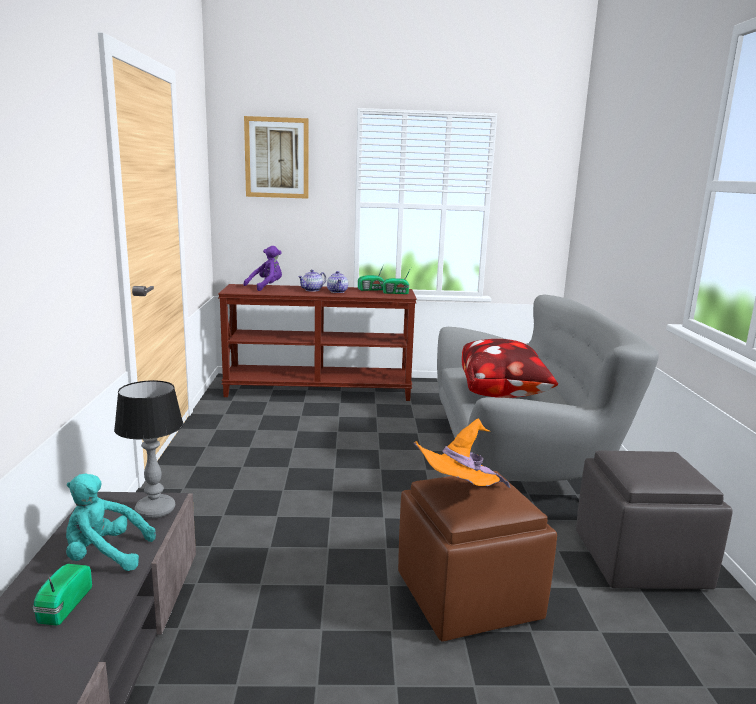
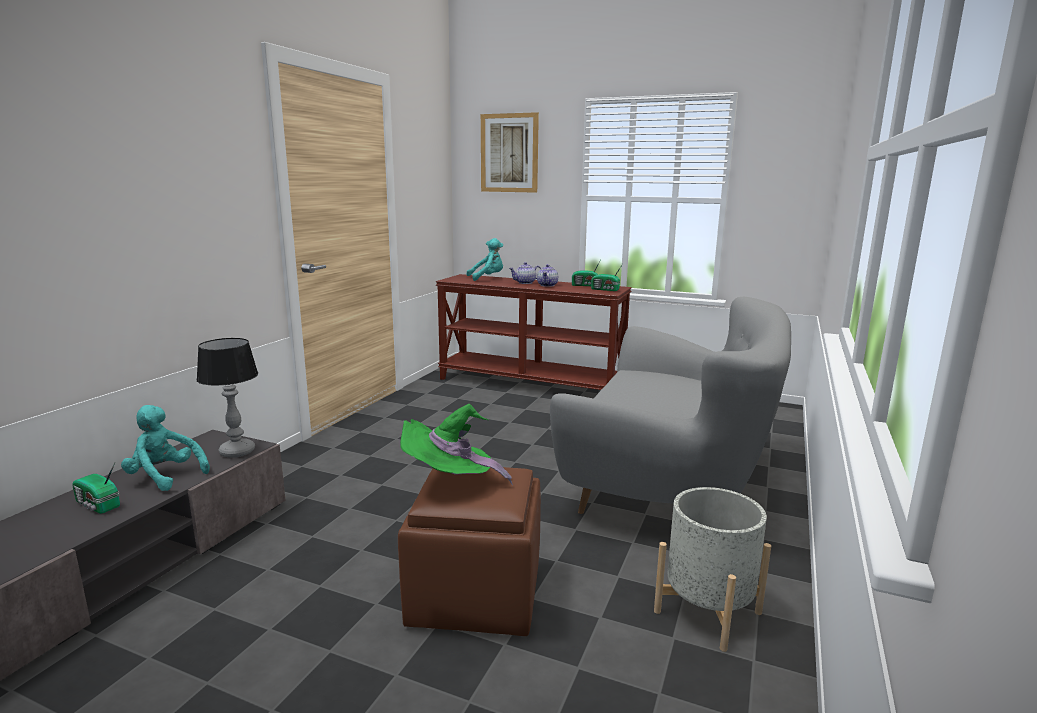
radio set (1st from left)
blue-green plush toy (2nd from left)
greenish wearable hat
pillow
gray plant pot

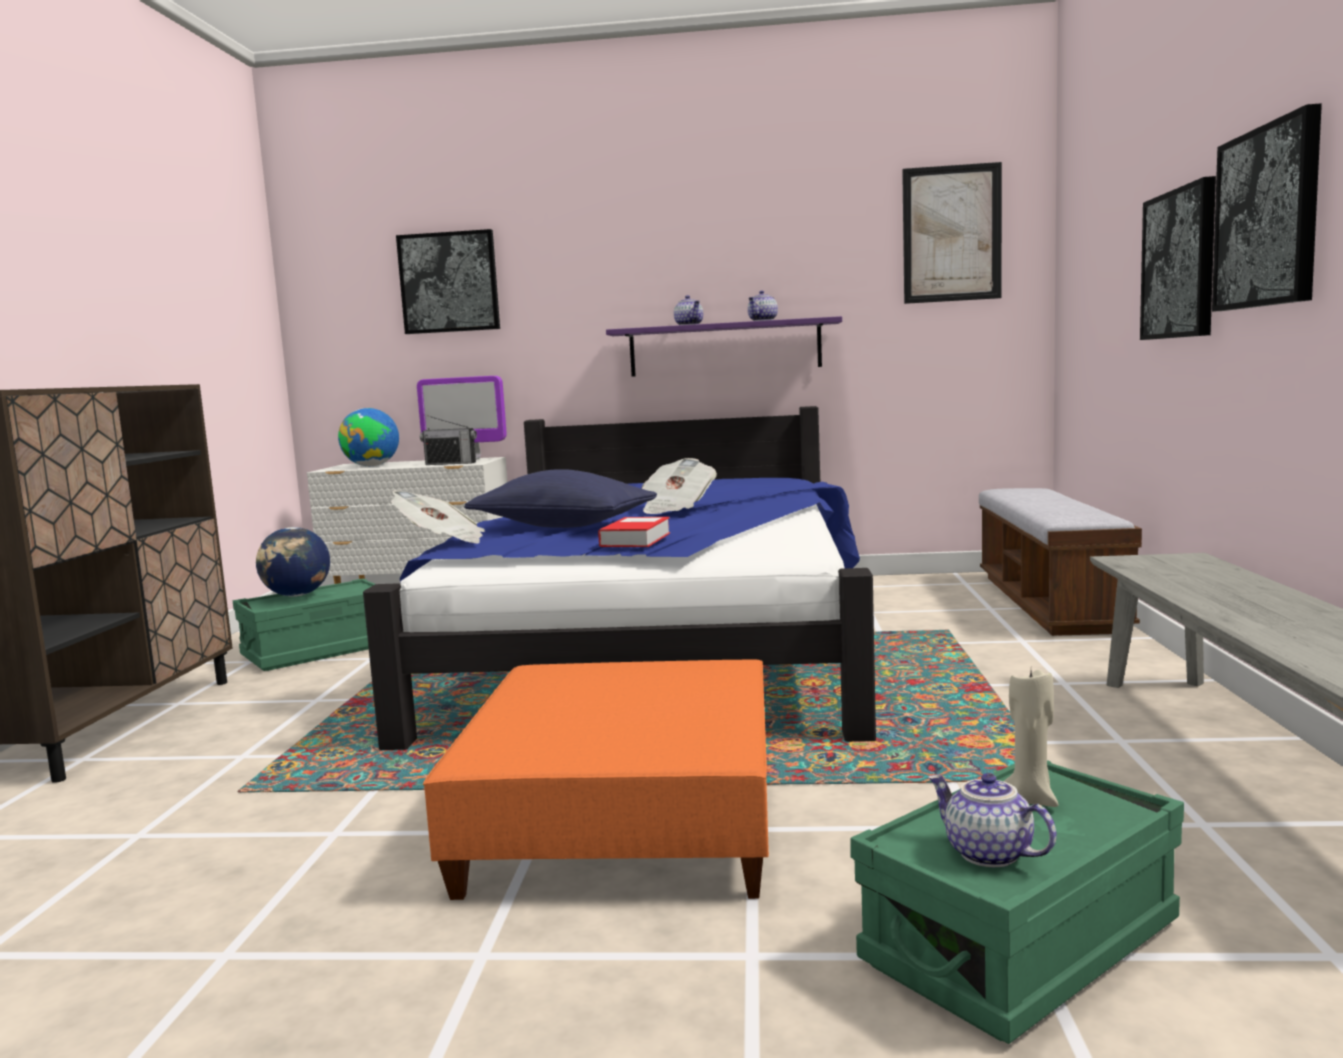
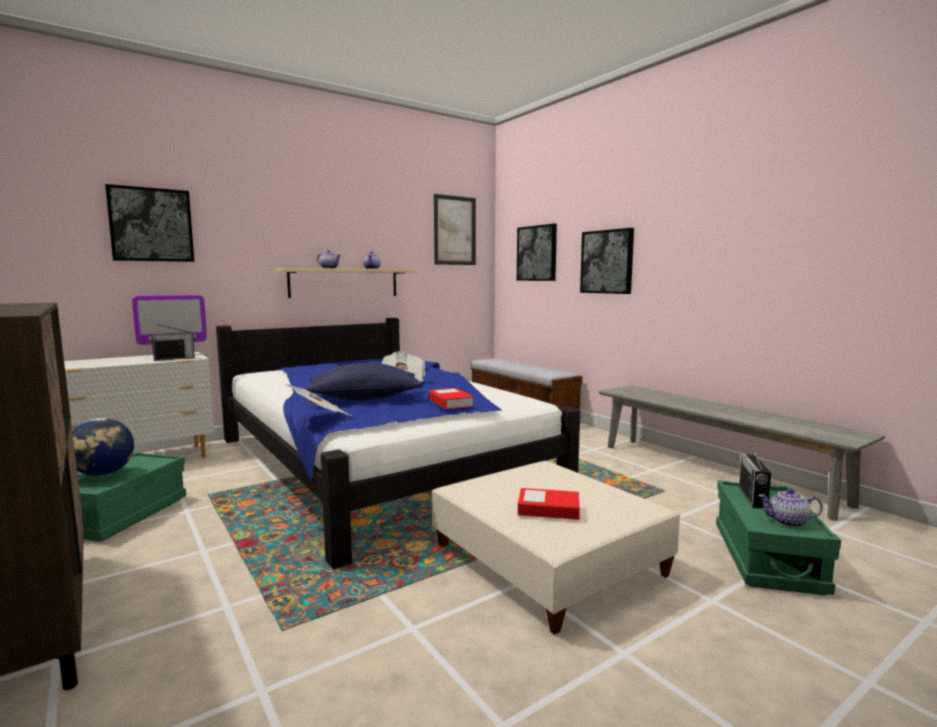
desk globe (2nd from left in the first image)
beige-coloured ottoman
beige-coloured wall shelf
radio set (2nd from left)
wall picture (3rd from left)
bound book (2nd from left)

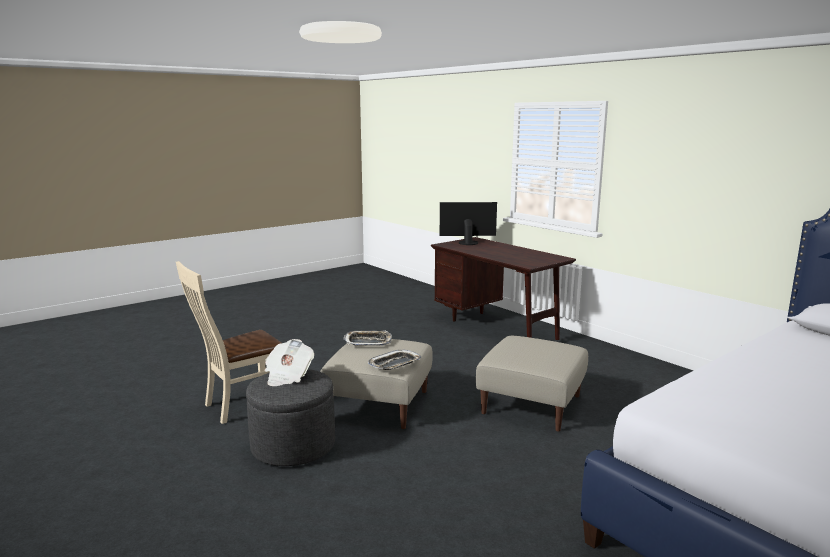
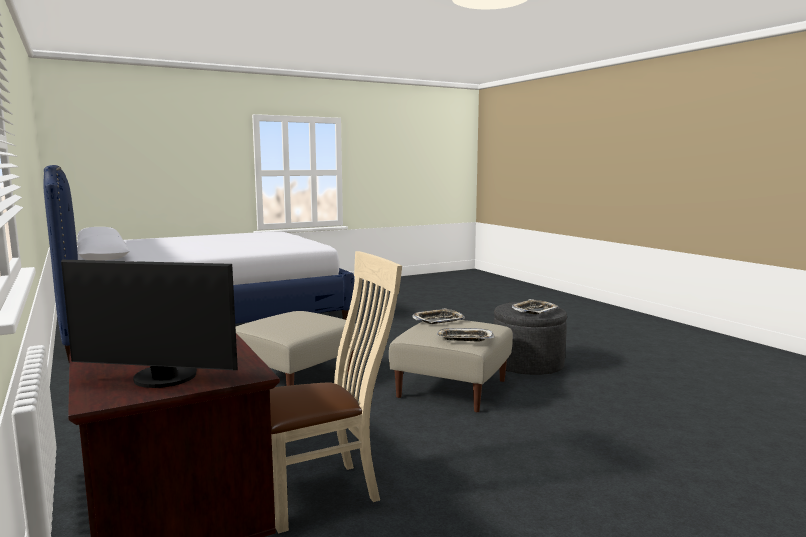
beige-coloured upright chair
tray (3rd from left)

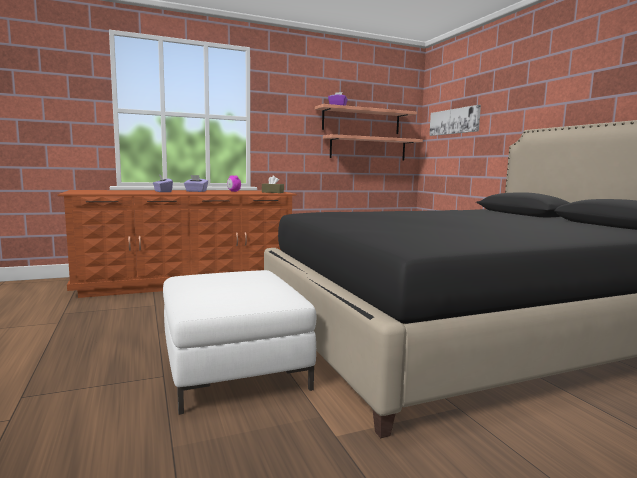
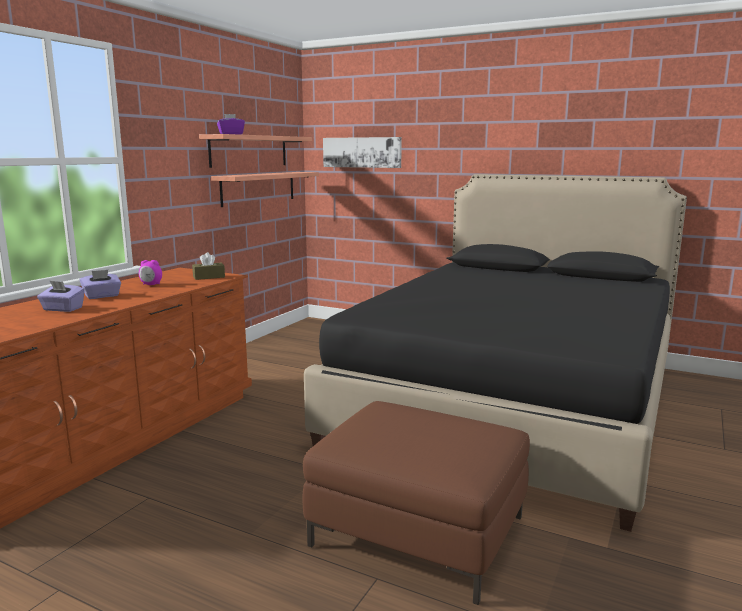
brownish ottoman

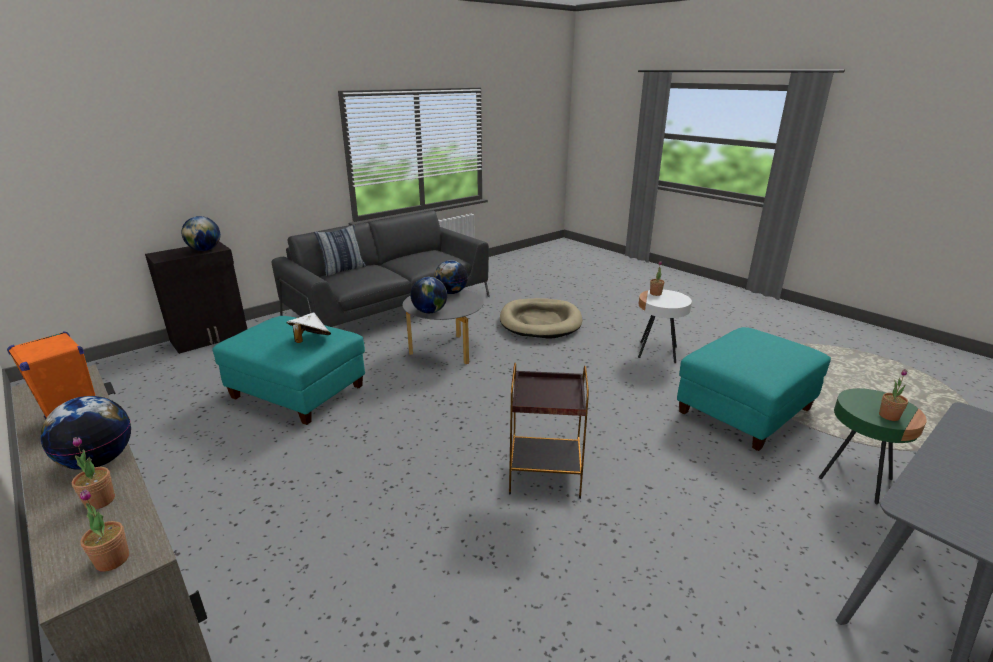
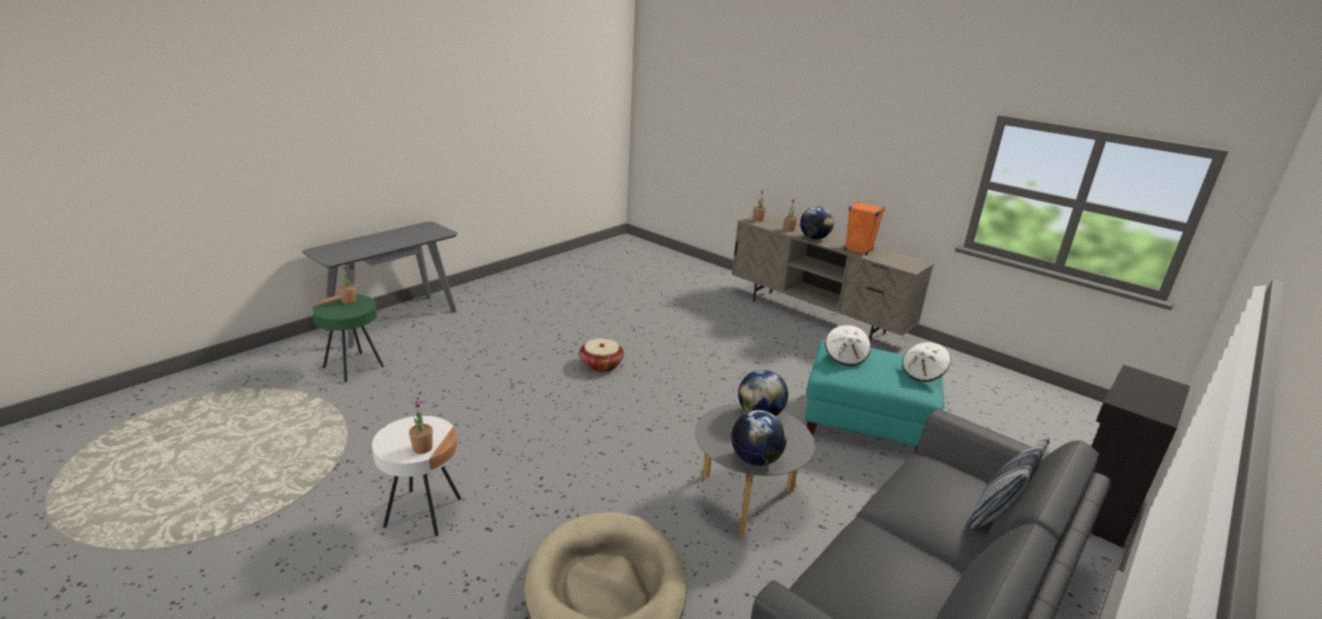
desk globe (2nd from left in the first image)
storage basket
blue-green ottoman (2nd from left in the first image)
whitish wearable hat (2nd from left)

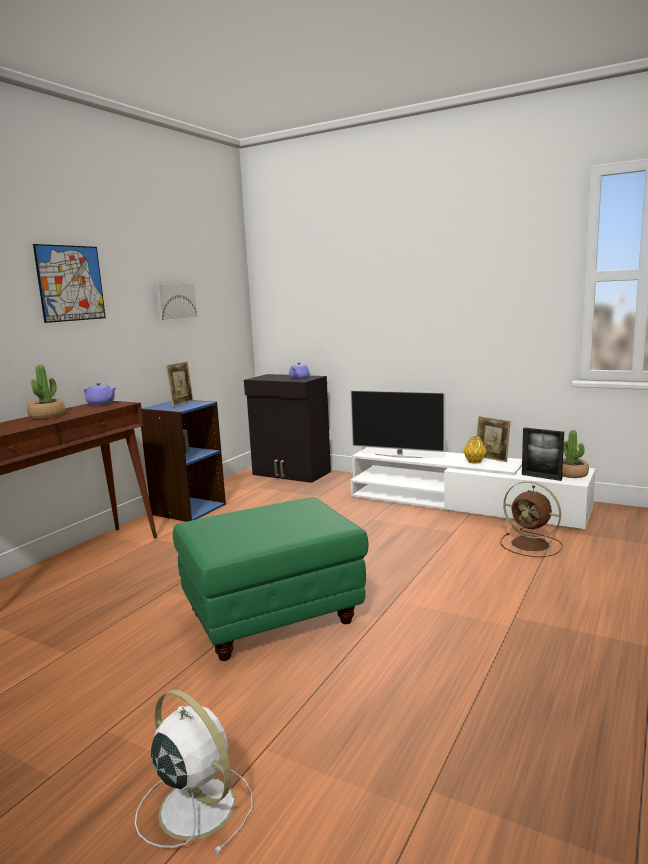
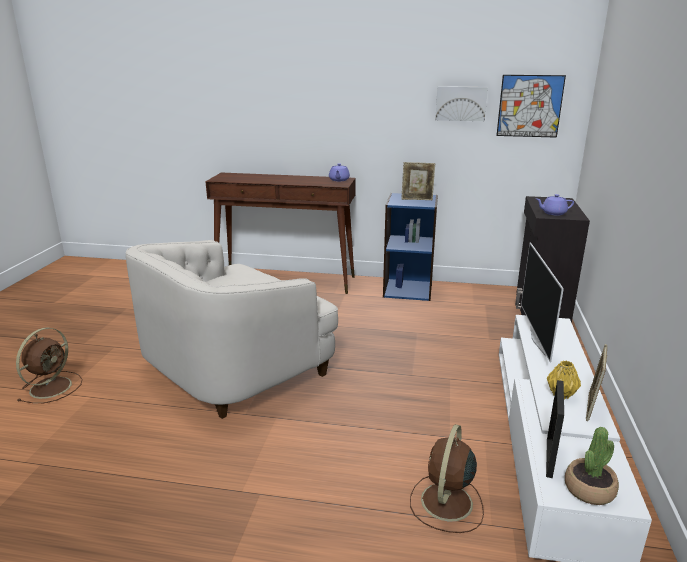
potted plant (1st from left in the first image)
wall picture (2nd from left)
brownish cooling fan (1st from left)
whitish lounge chair

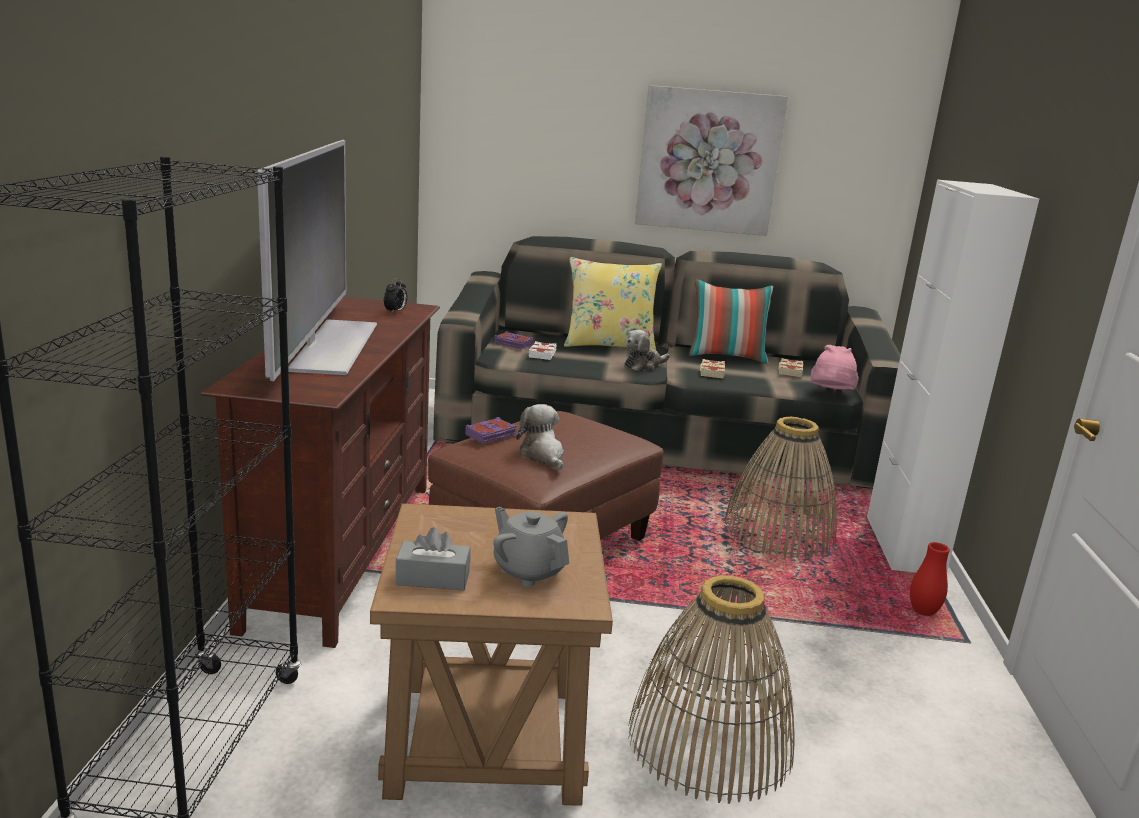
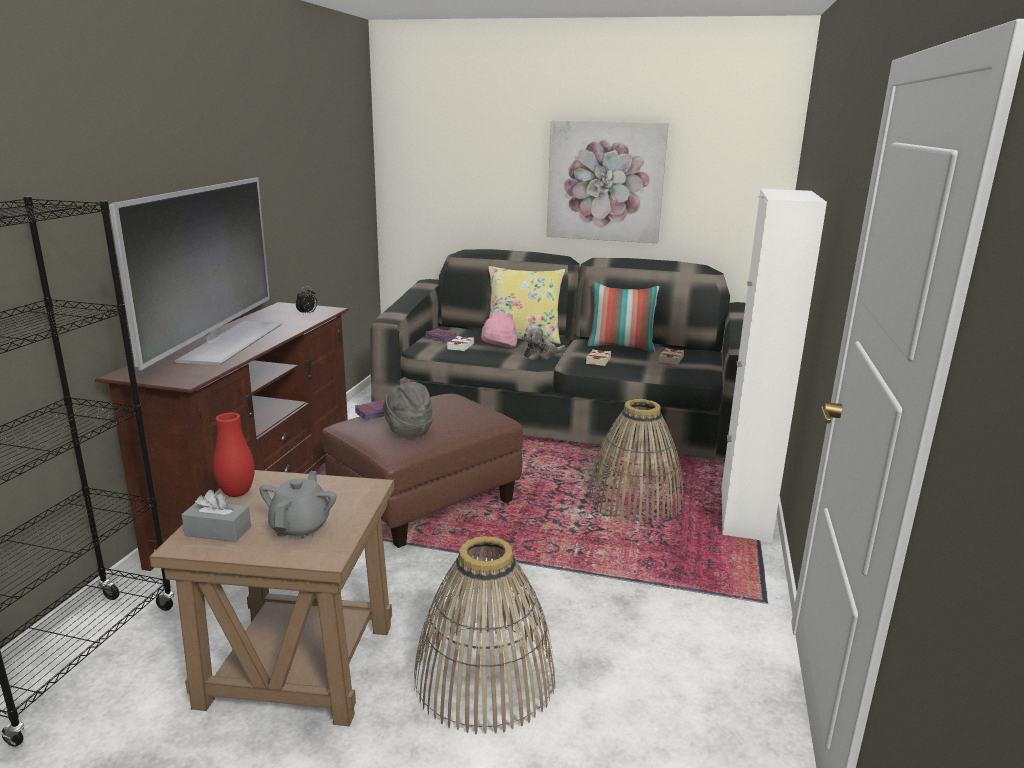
gray tea pot
gray wearable hat
pink-coloured wearable hat
red-coloured decorative vase

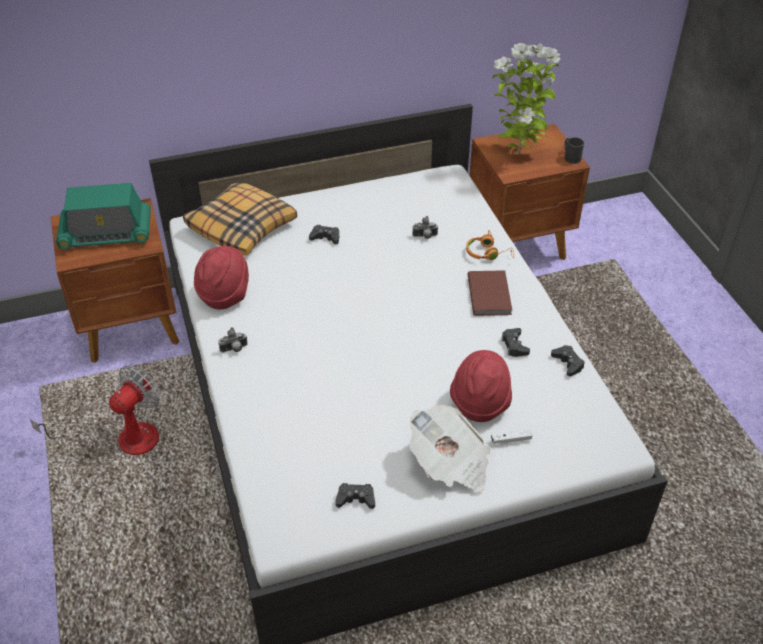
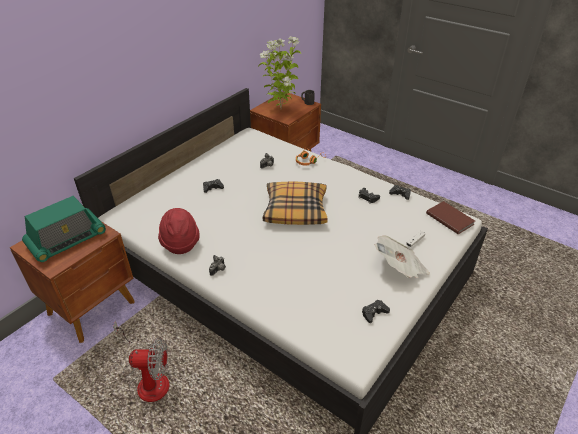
cooling fan
pillow
red-coloured wearable hat (2nd from left in the first image)
brownish bound book

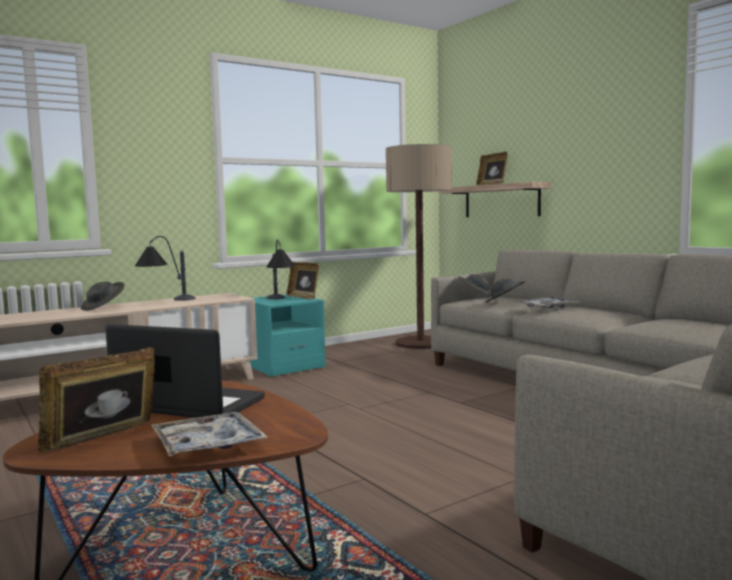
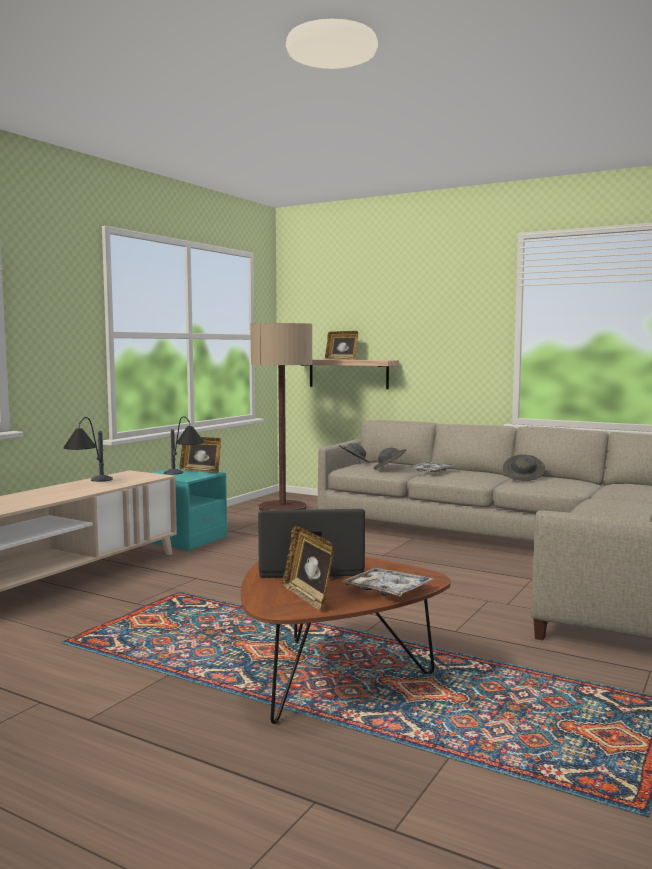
standing frame (2nd from left)
gray wearable hat (3rd from left)

